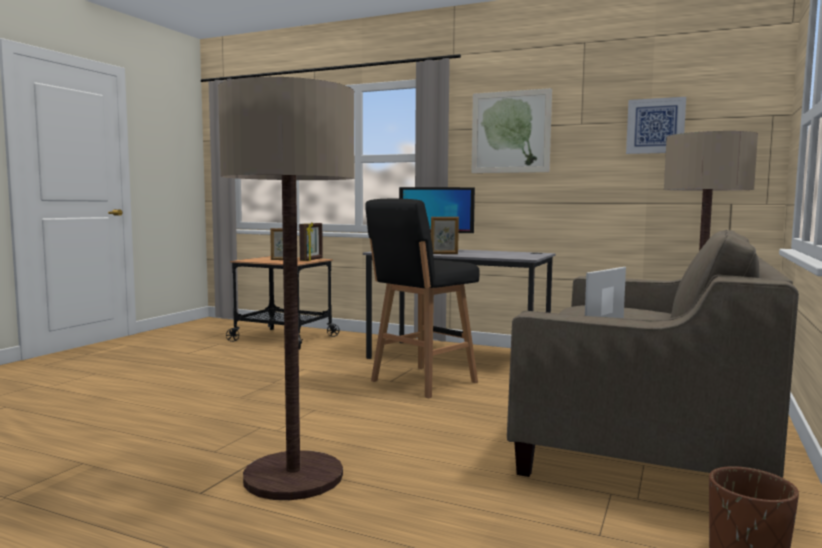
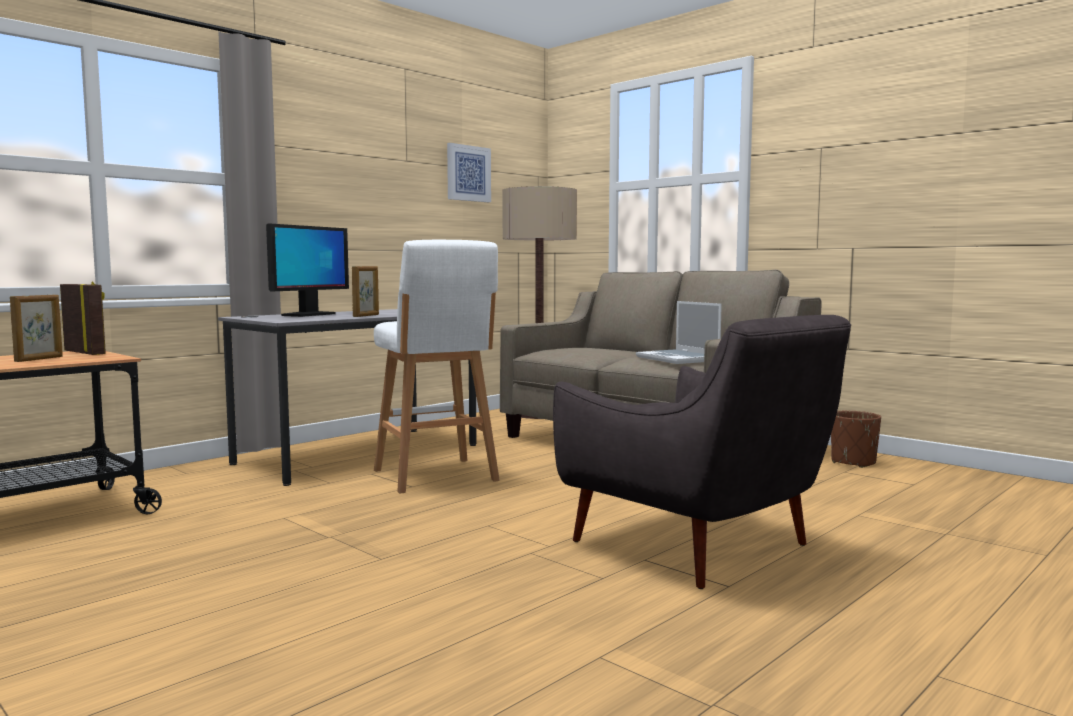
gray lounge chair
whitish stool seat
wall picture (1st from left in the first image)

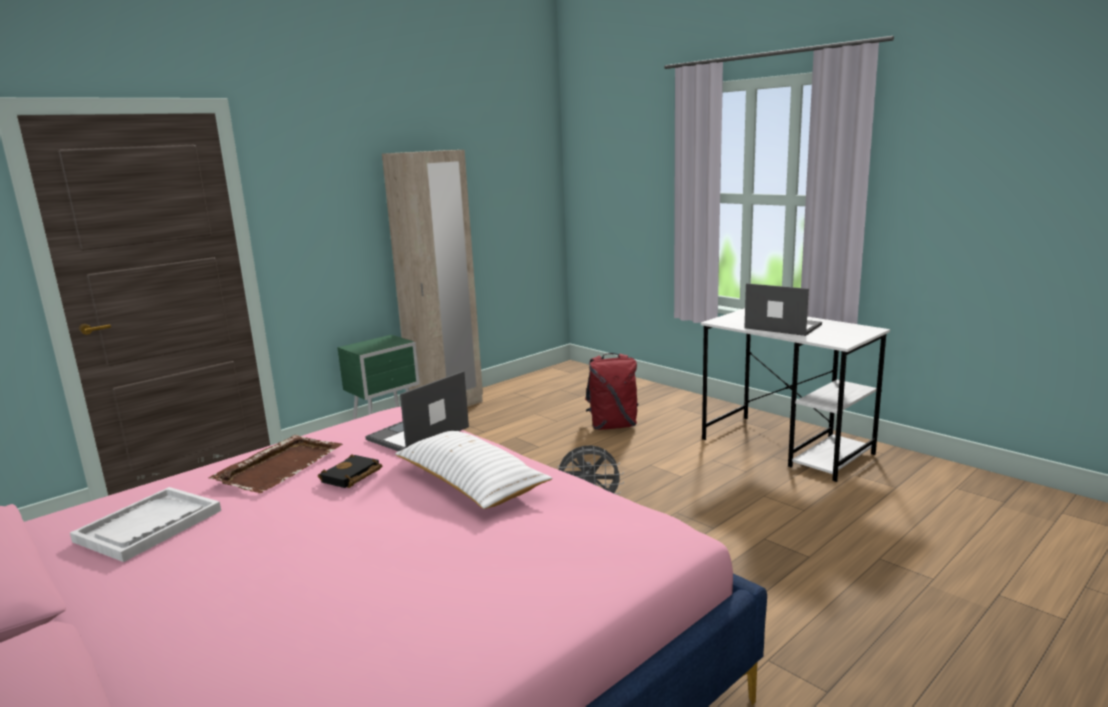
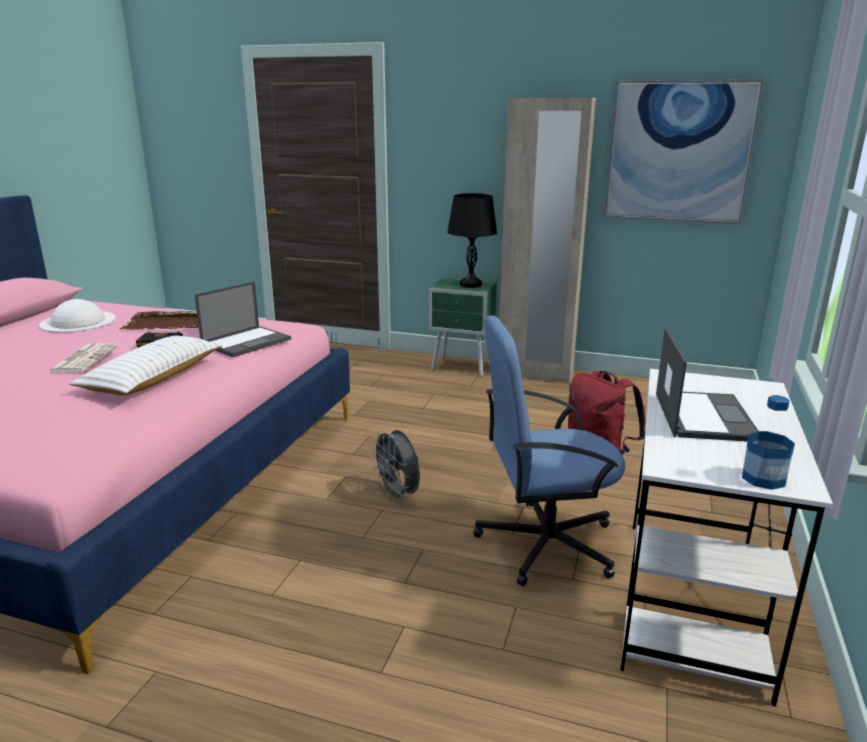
whitish wearable hat
portable computer (1st from left)
daily paper
black table lamp
blue office chair
wall picture
bottle

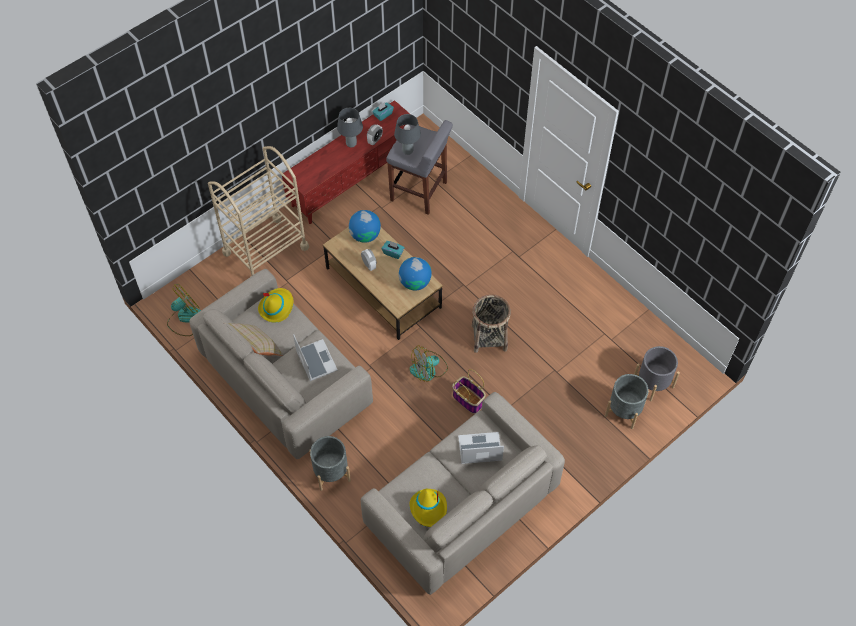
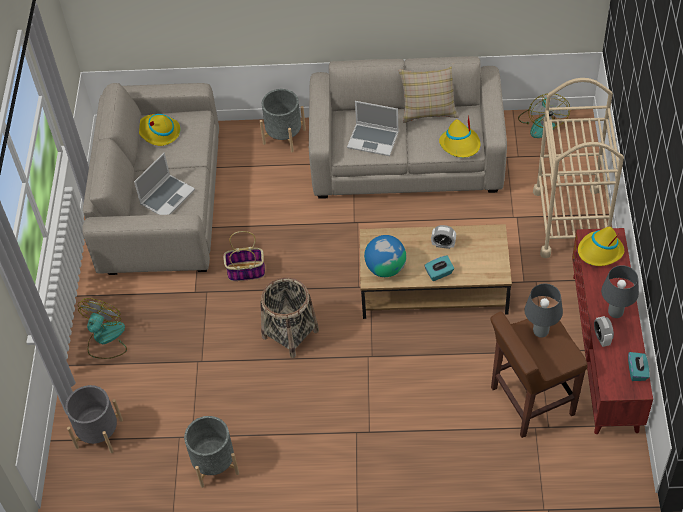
desk globe (1st from left in the first image)
brownish stool seat
cooling fan (1st from left)
gray plant pot (2nd from left)
yellow wearable hat (3rd from left)

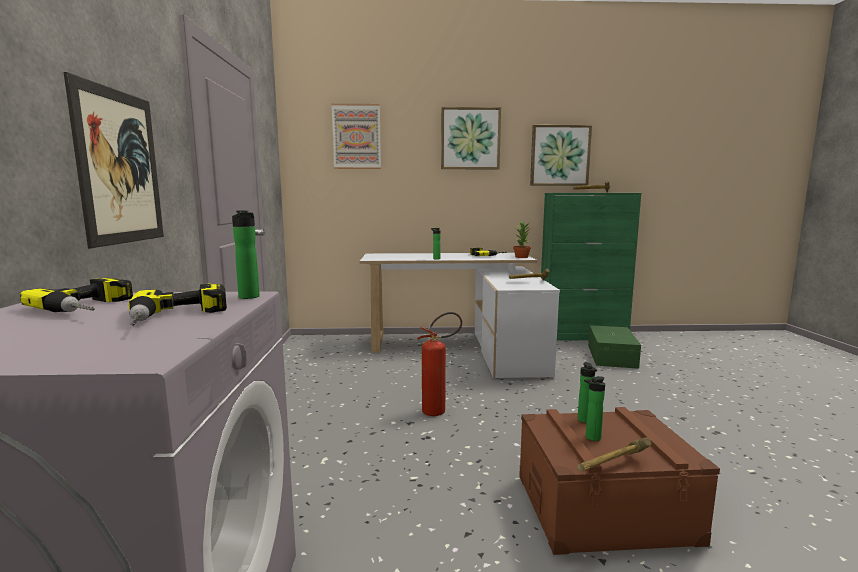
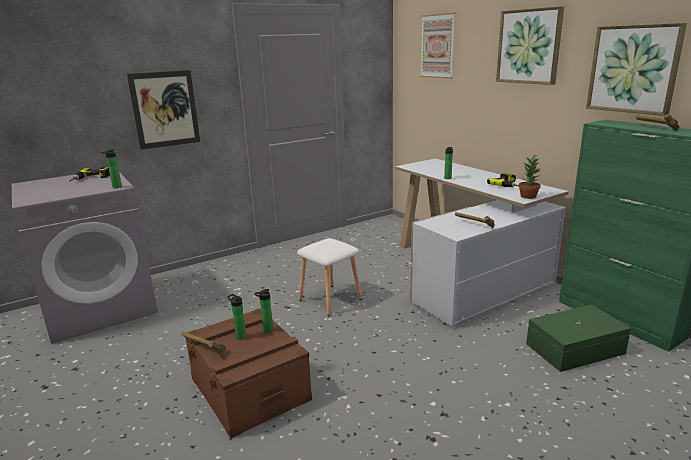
electric drill (2nd from left in the first image)
whitish stool seat

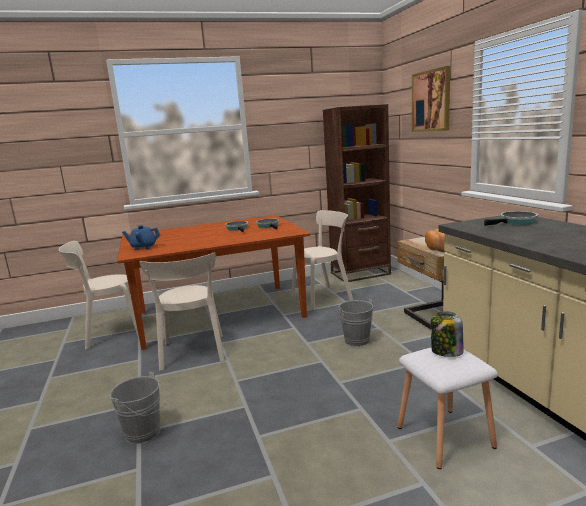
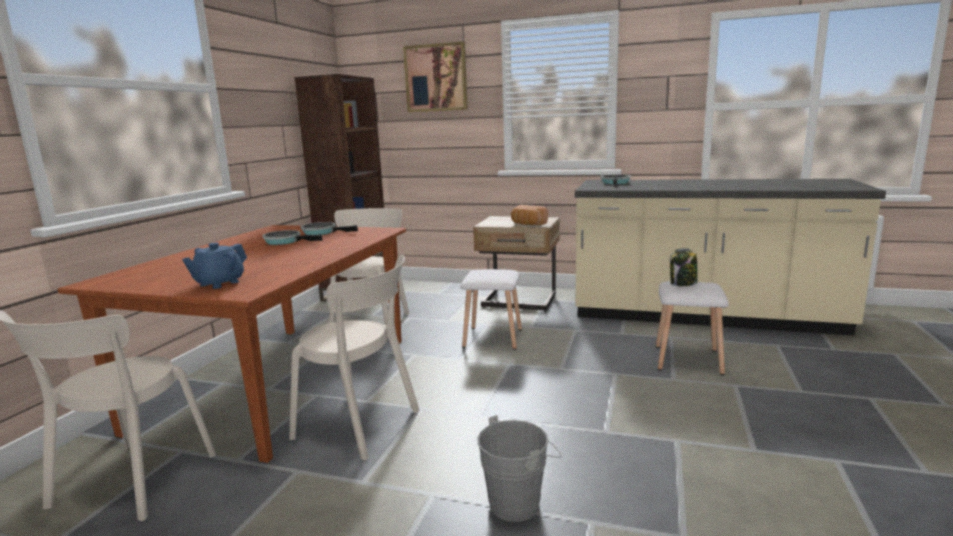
whitish stool seat (1st from left)

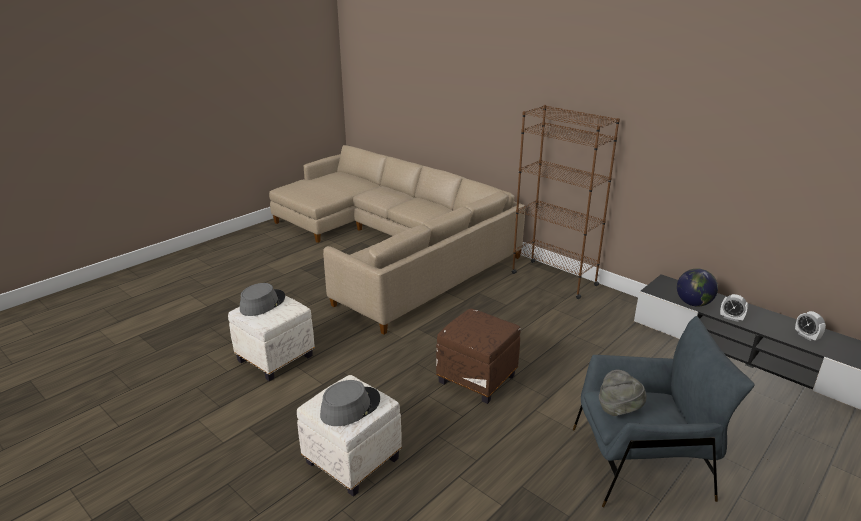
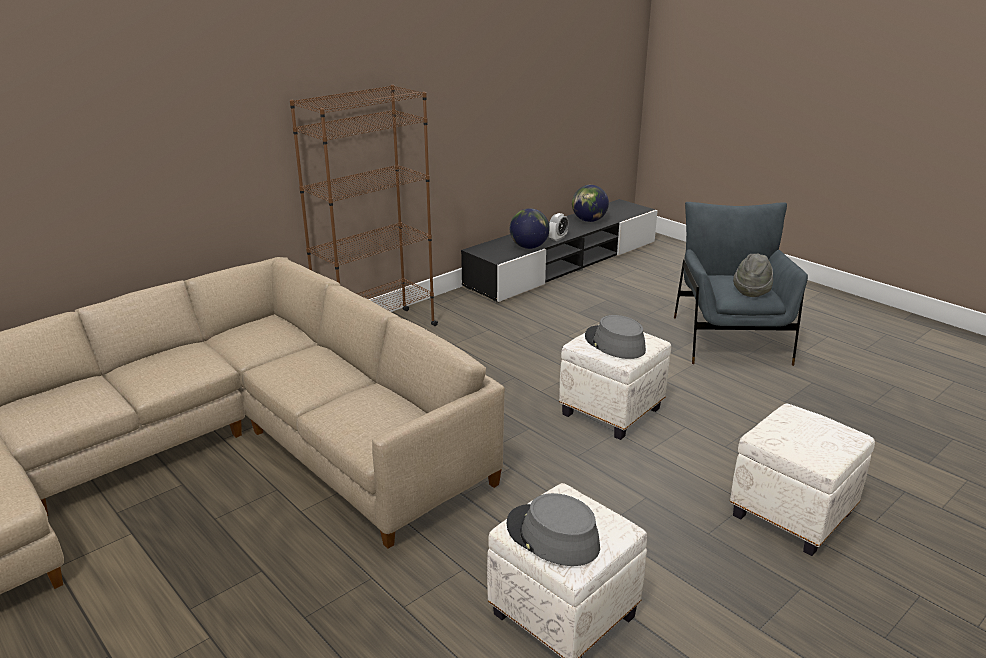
gray wearable hat (2nd from left)
whitish ottoman (2nd from left)
desk globe (2nd from left)

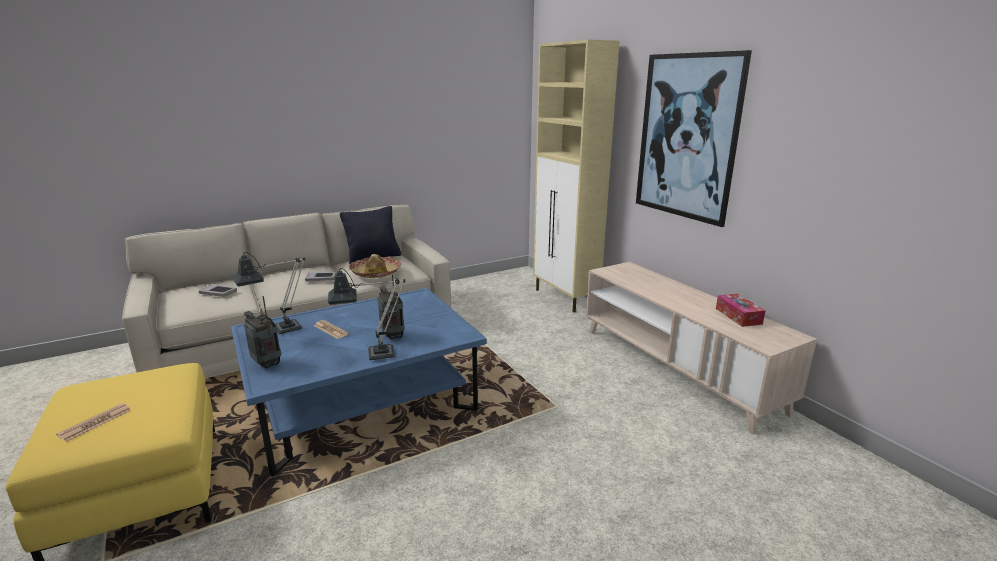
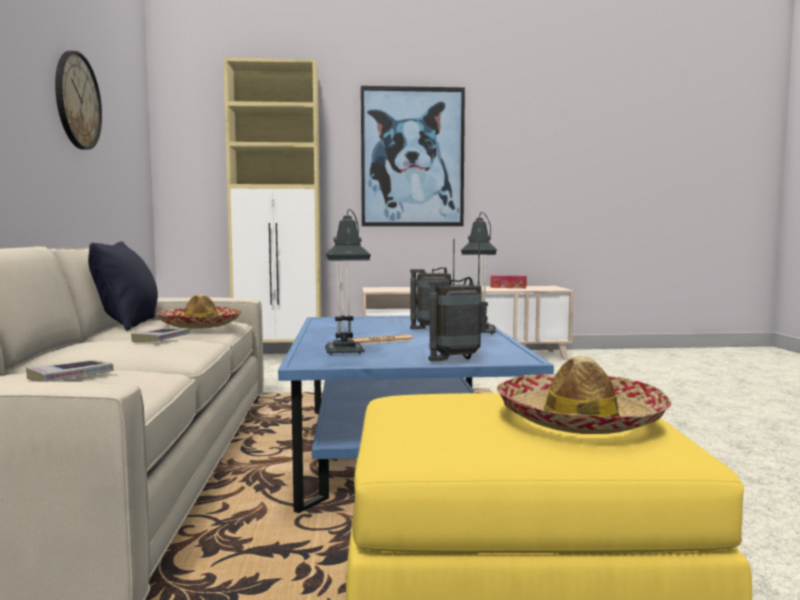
wearable hat (2nd from left)
wall clock

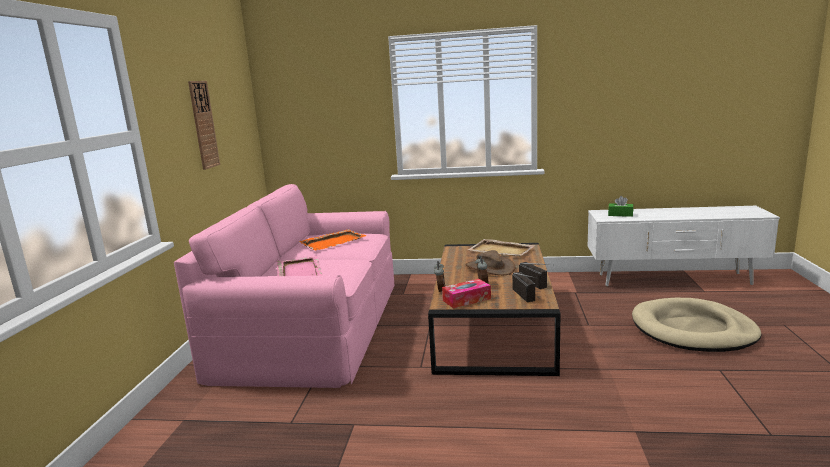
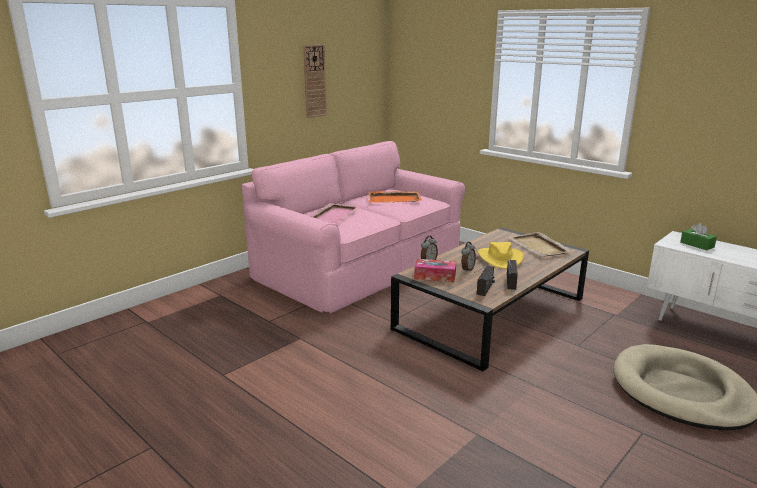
yellow wearable hat

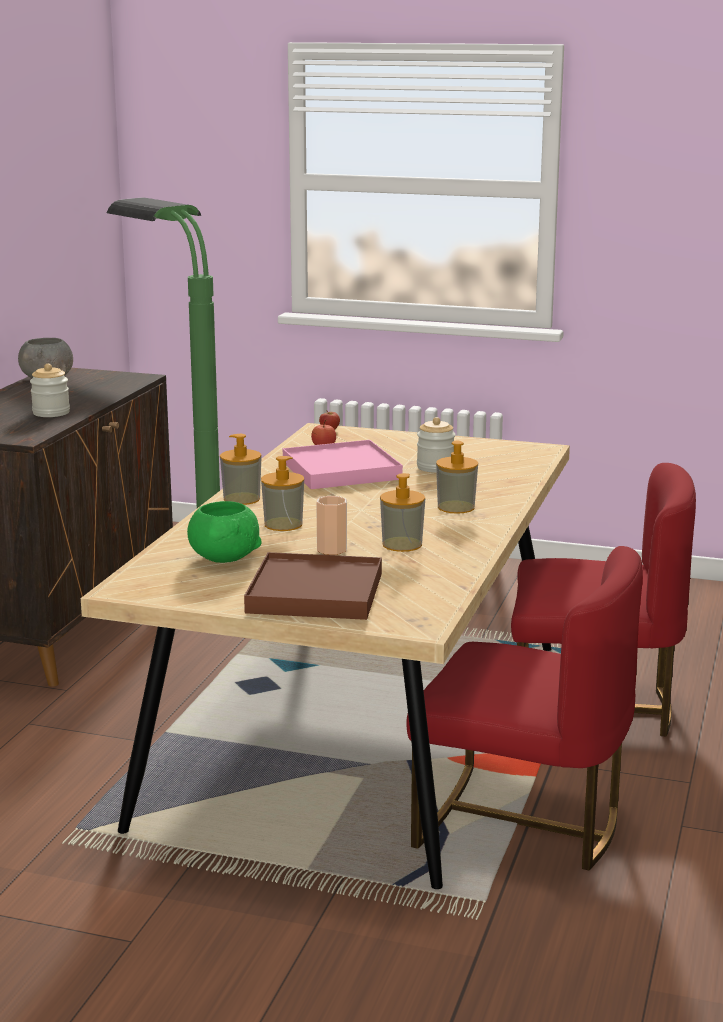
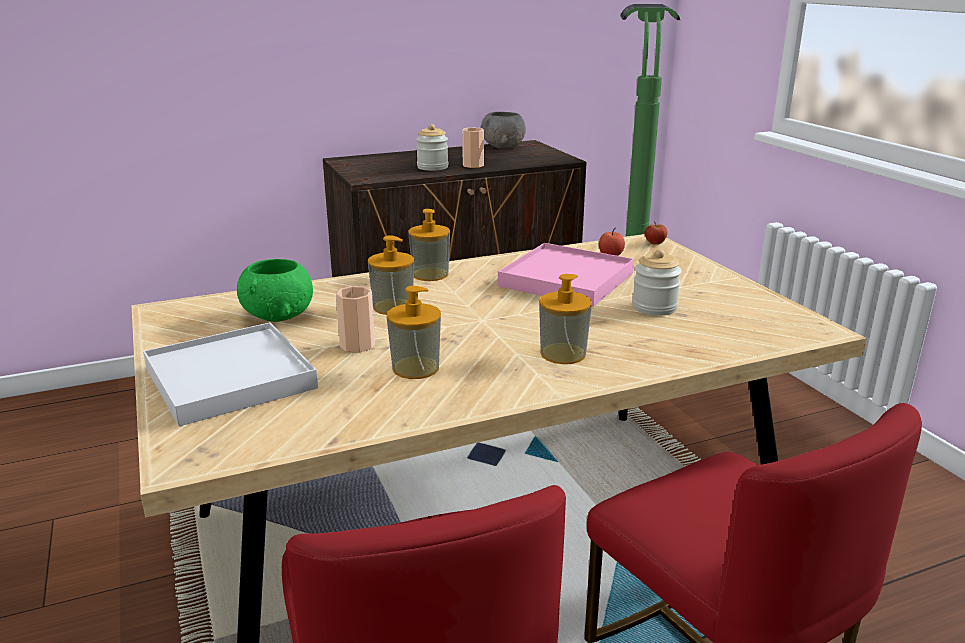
whitish tray
cup (2nd from left)

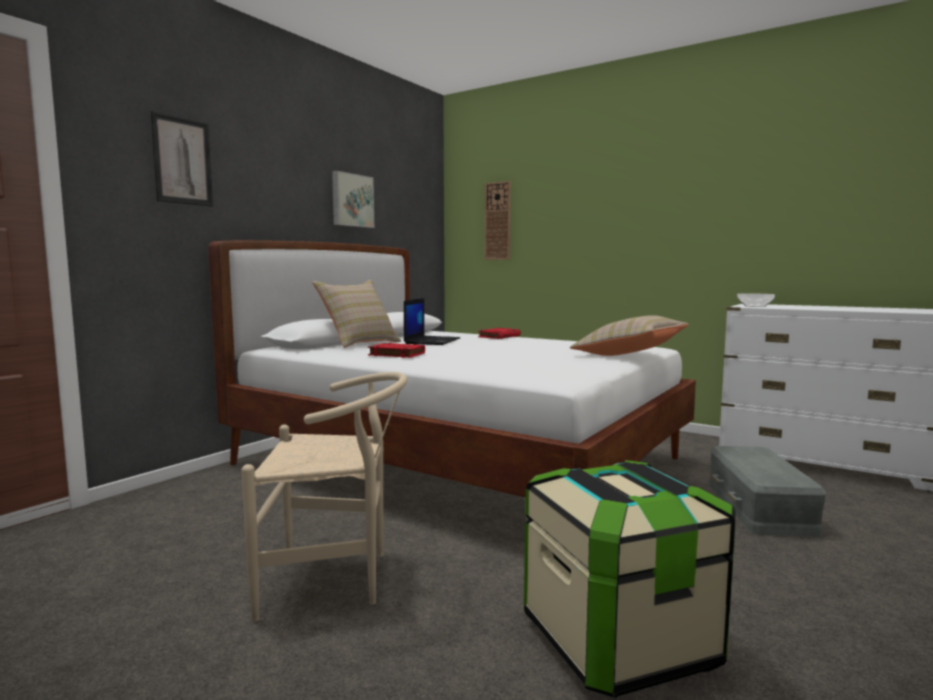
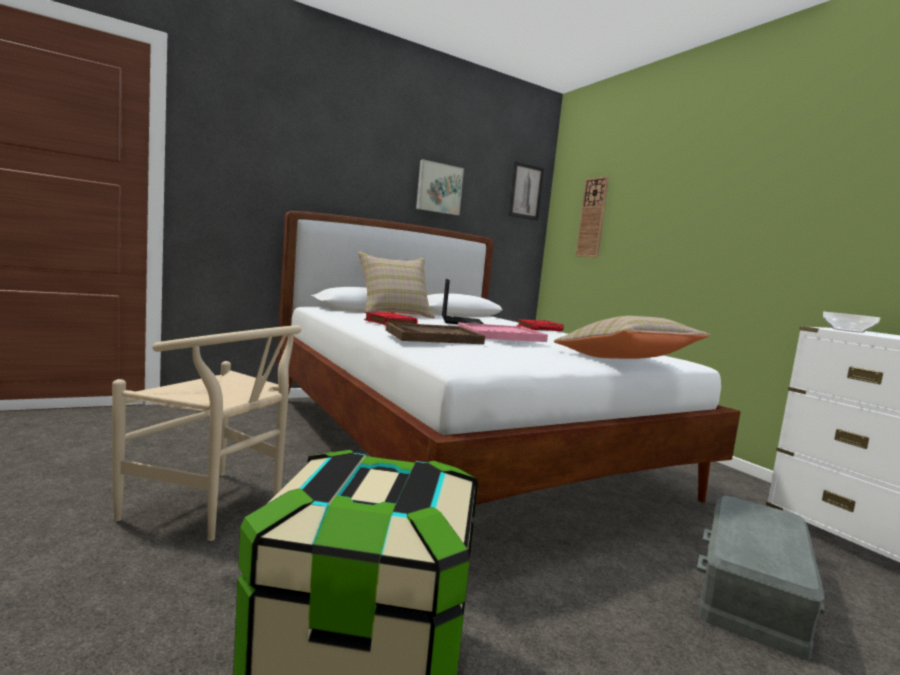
wall picture (2nd from left)
portable computer
brownish tray
pink-coloured tray

